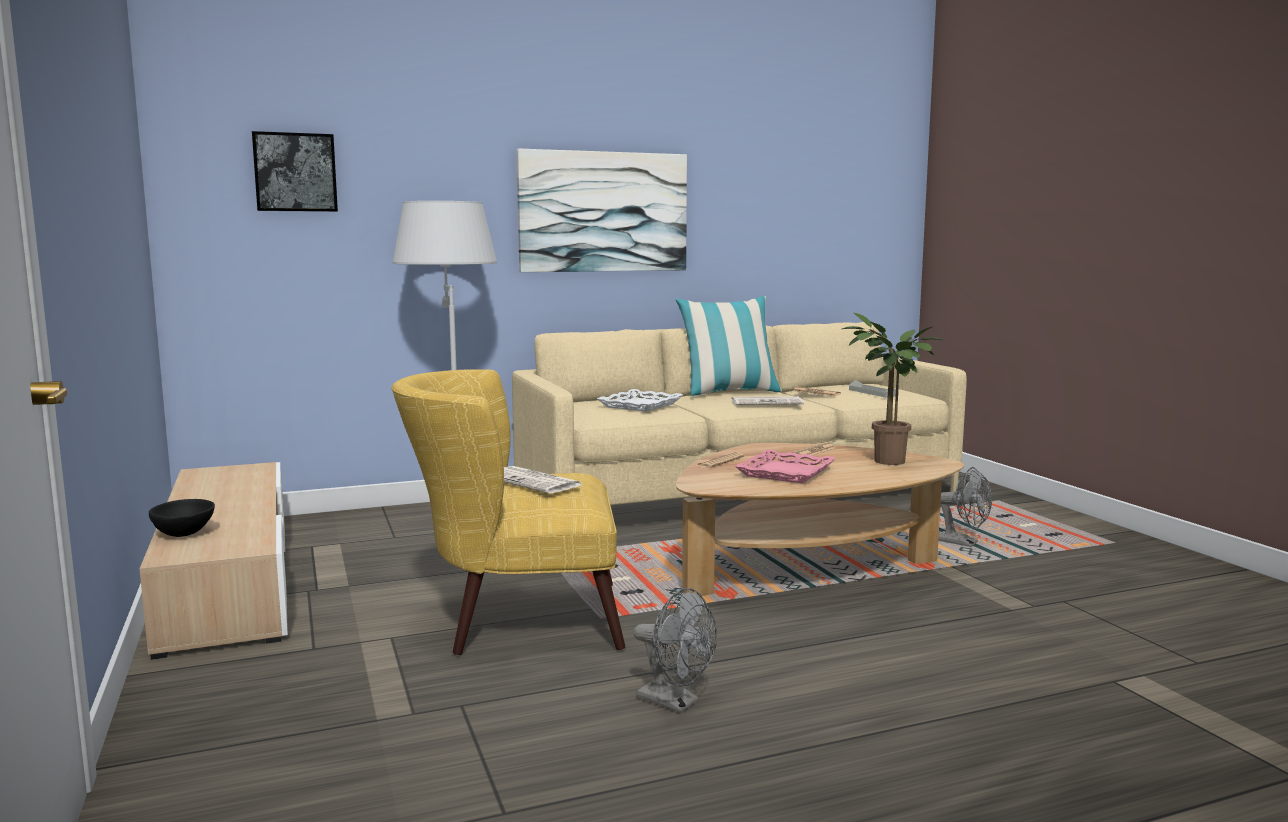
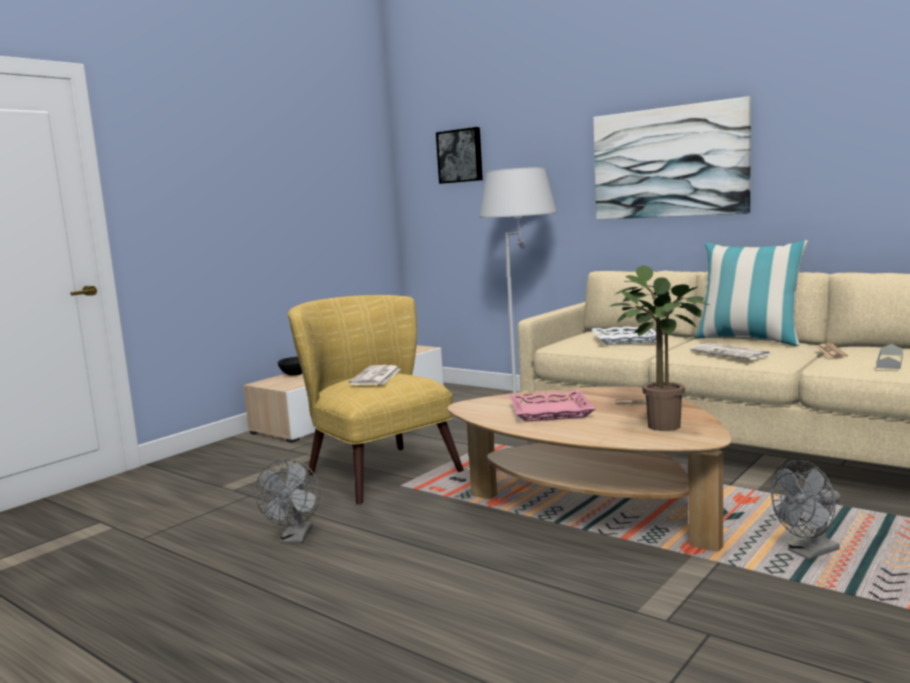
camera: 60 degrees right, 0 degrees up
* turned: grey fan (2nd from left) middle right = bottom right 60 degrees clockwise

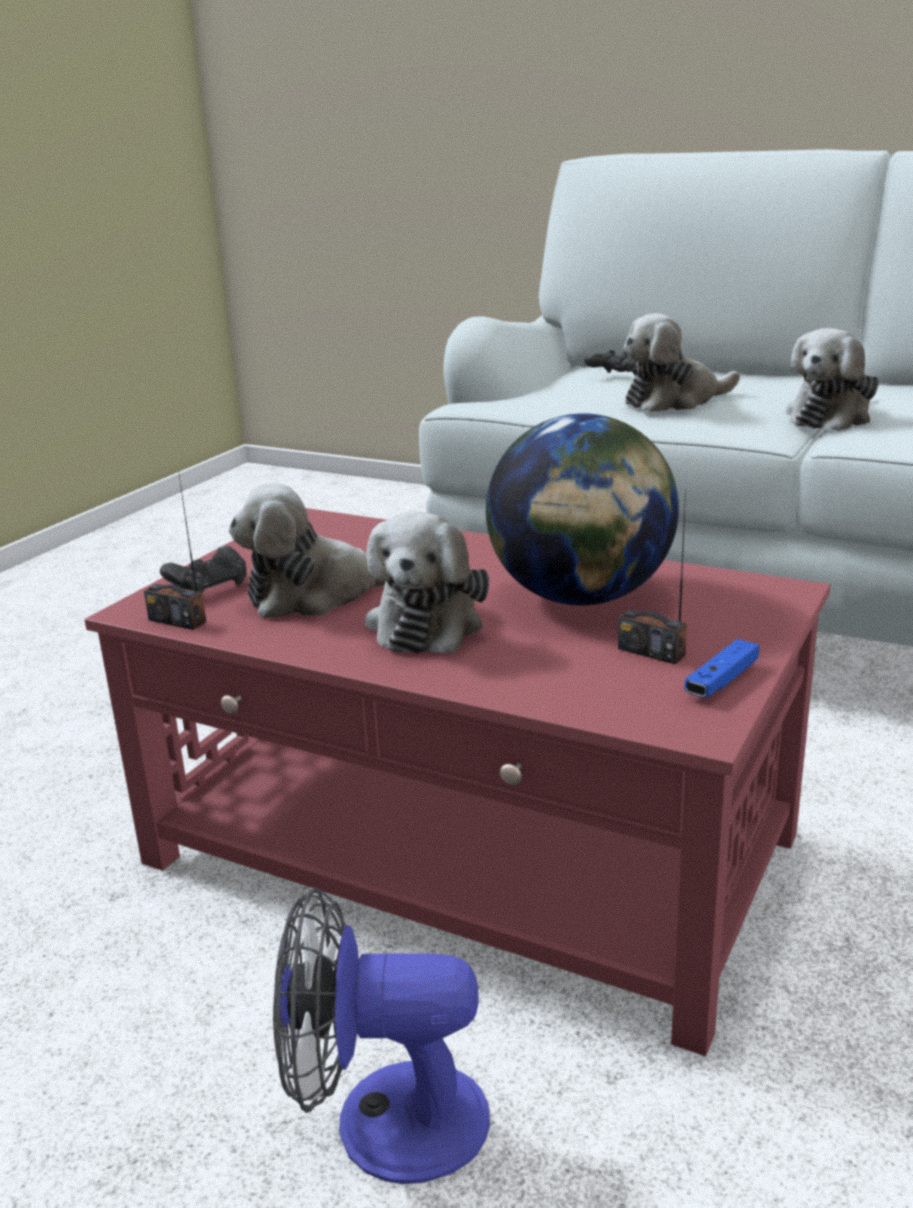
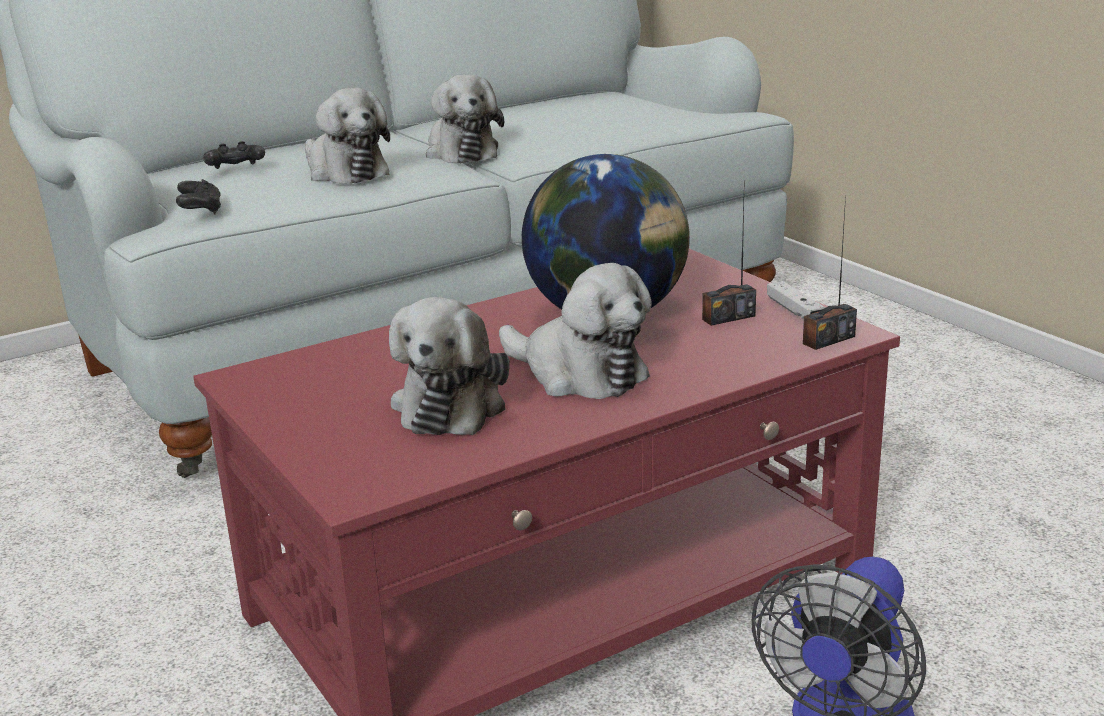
camera: 60 degrees left, 0 degrees up
* moved: black game controller (1st from left) middle left to top left
* turned: plush toy (3rd from left in the first image) top right = top left 45 degrees counterclockwise
* recoloured: blue game controller middle right to white game controller middle right
* moved: radio (1st from left in the first image) middle left to radio (2nd from left) middle right

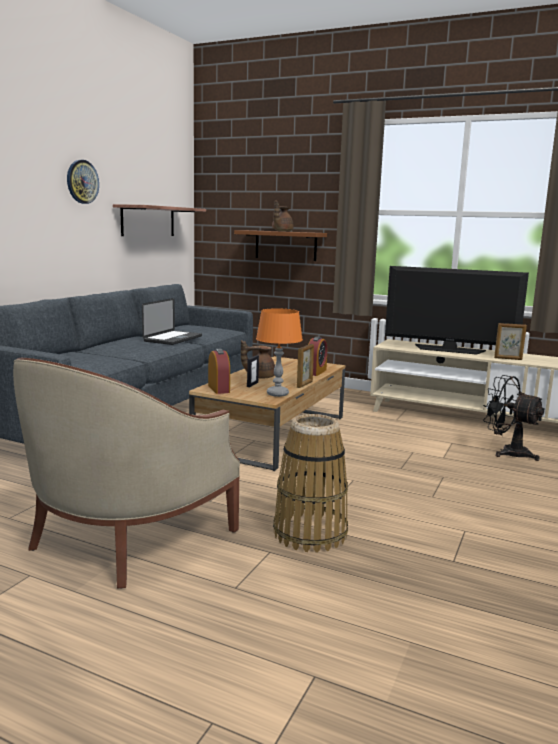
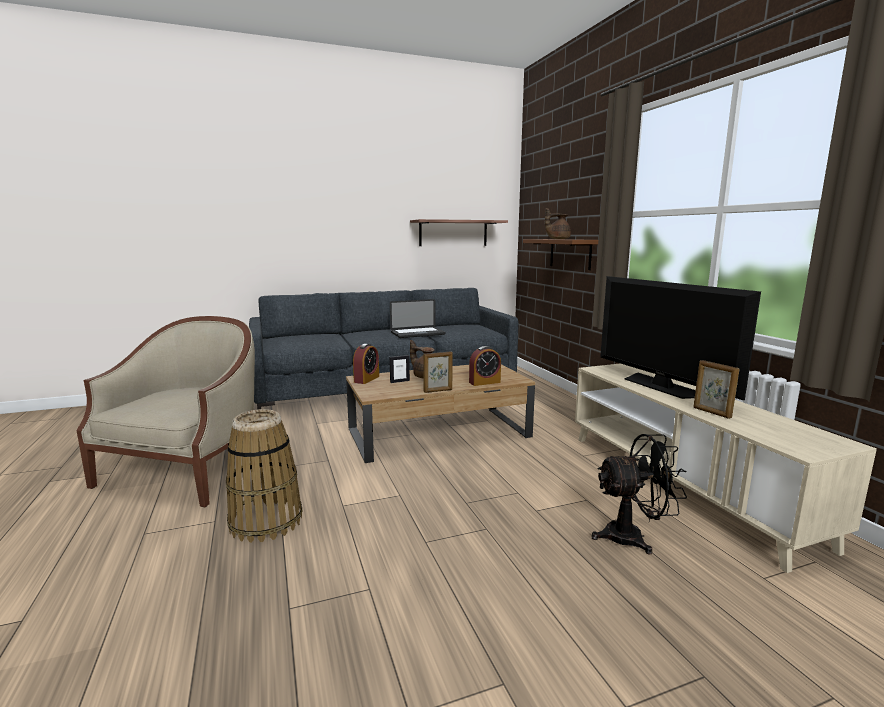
camera: 45 degrees right, 0 degrees up
* turned: beige armchair middle left = middle left 120 degrees clockwise
* turned: black fan middle right = bottom right 90 degrees clockwise
* removed: wall clock top left
* removed: orange table lamp centre

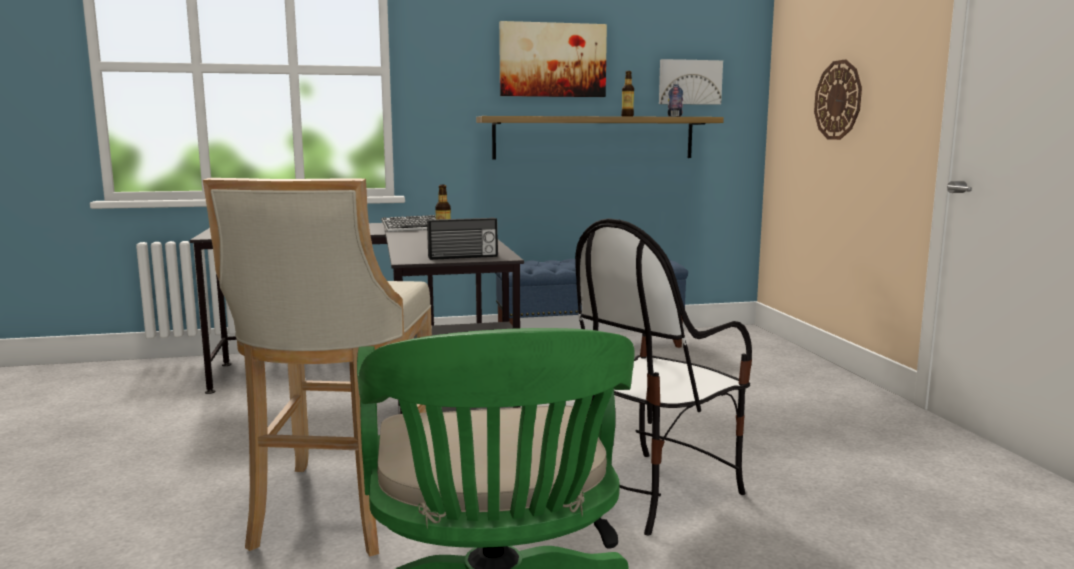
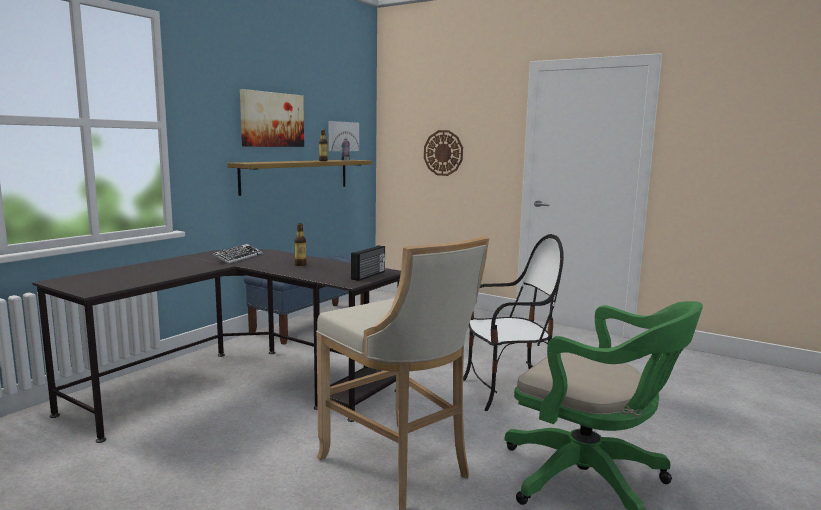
camera: 45 degrees left, 0 degrees up
* turned: chair centre = centre 105 degrees counterclockwise

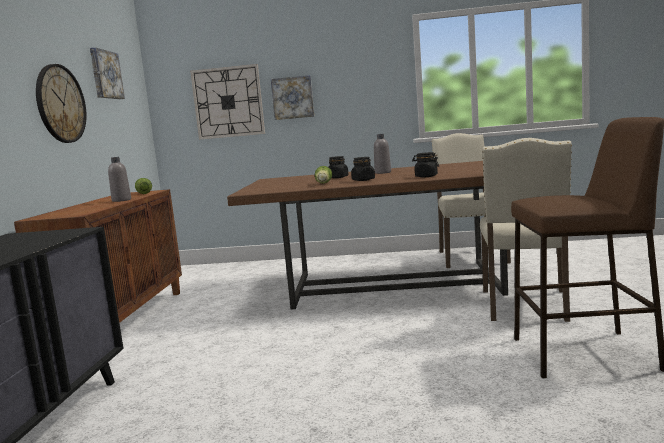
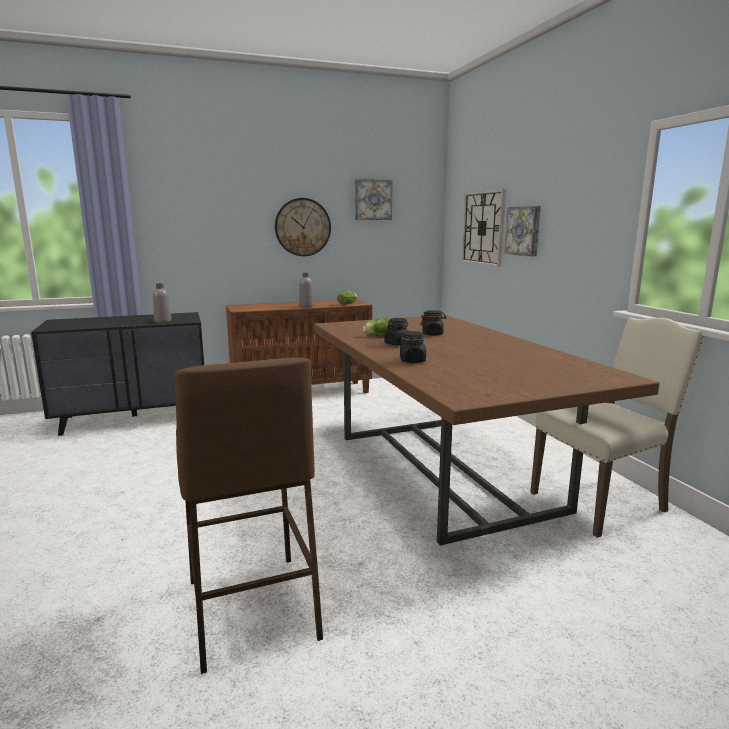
camera: 65 degrees right, 5 degrees up
* moved: grey bottle (2nd from left in the first image) centre to grey bottle (1st from left) middle left
* removed: beige chair (2nd from left) middle right

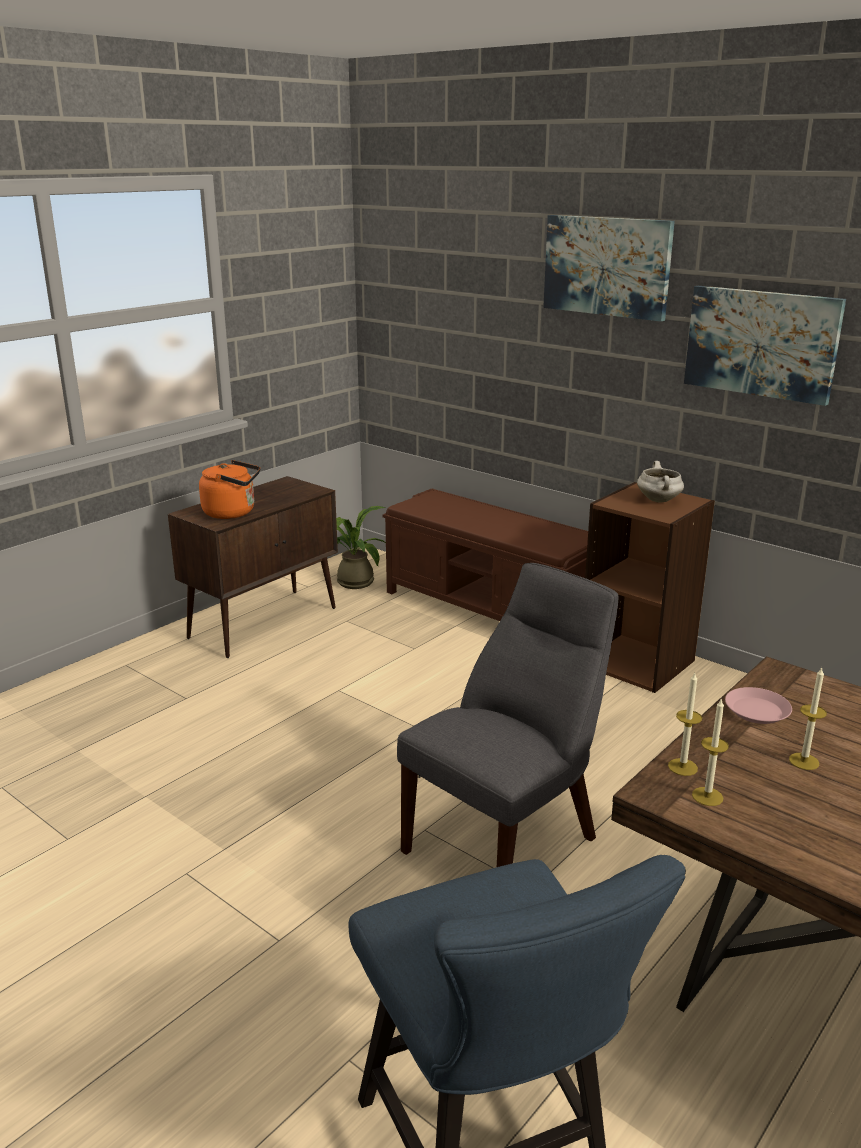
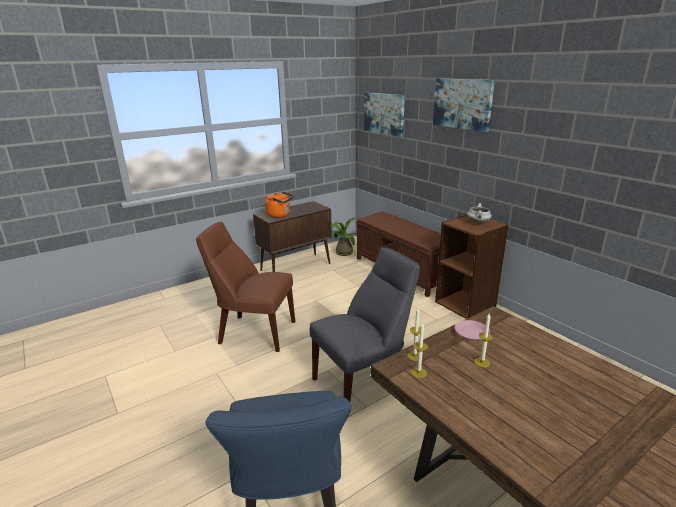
camera: 15 degrees right, 0 degrees up
* added: brown chair centre
* moved: picture (2nd from left in the first image) top right to picture (1st from left) top centre

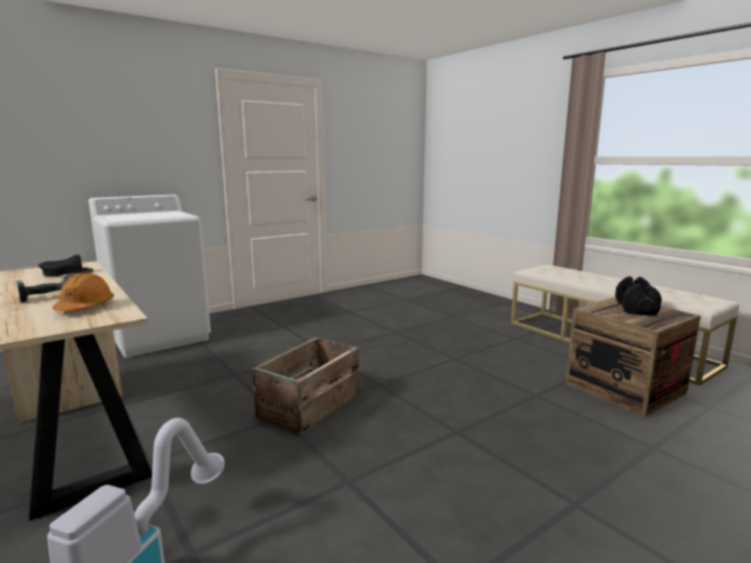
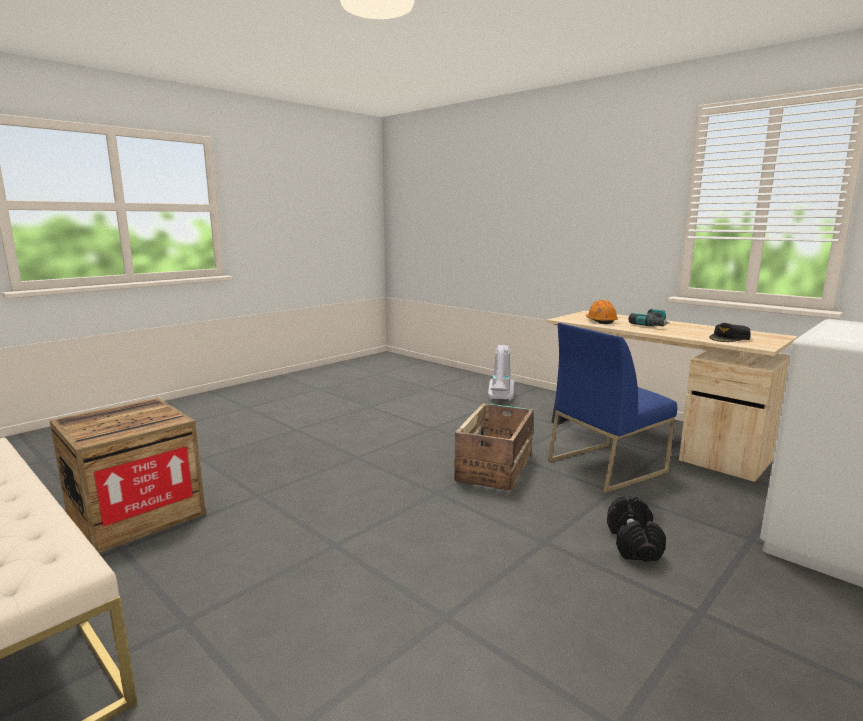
camera: 170 degrees right, 0 degrees up
* added: blue chair middle right
* moved: black dumbbell middle right to bottom right

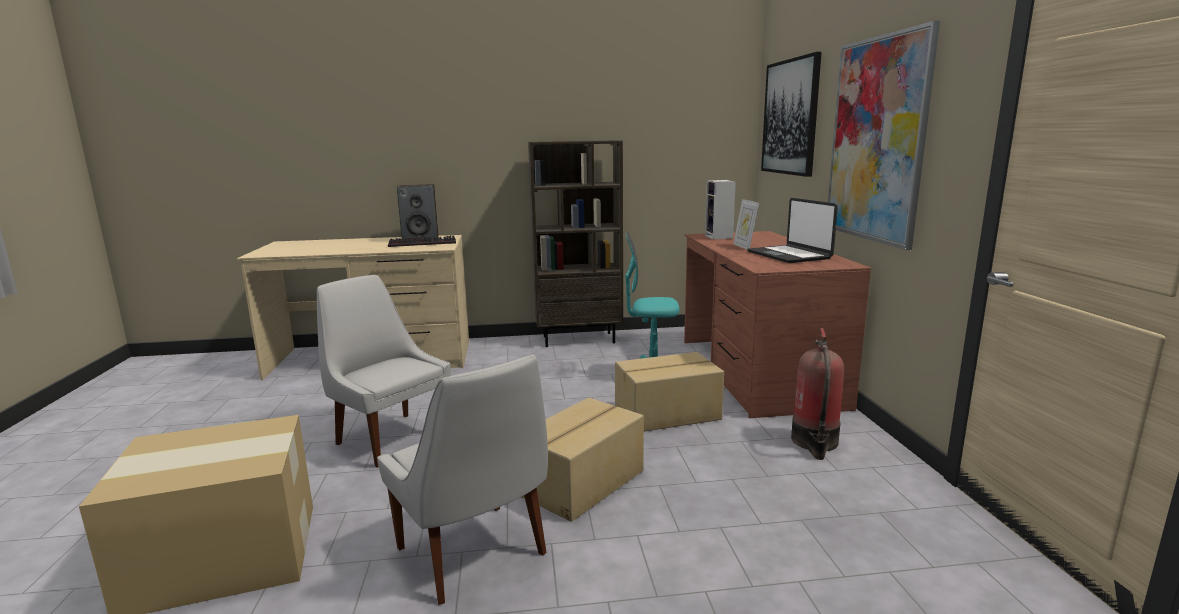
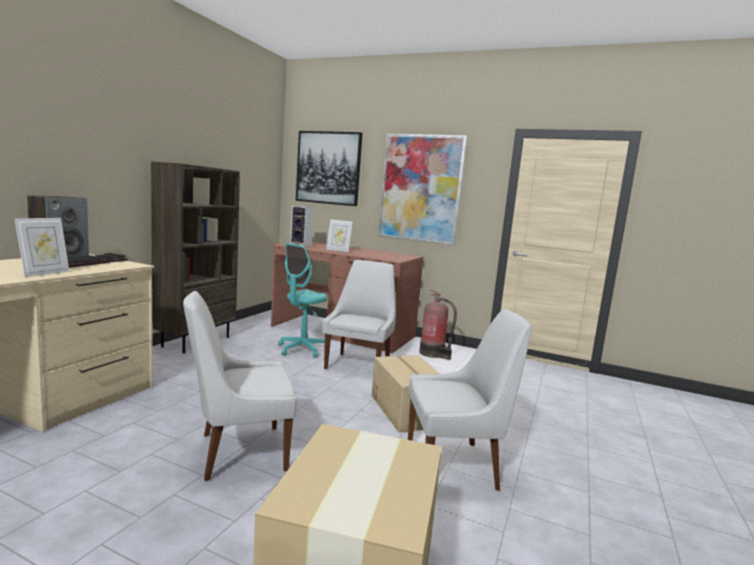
camera: 60 degrees left, 5 degrees down
* added: picture frame (1st from left) middle left
* replaced: cardboard box (3rd from left) centre to white chair (2nd from left) centre
* removed: laptop middle right

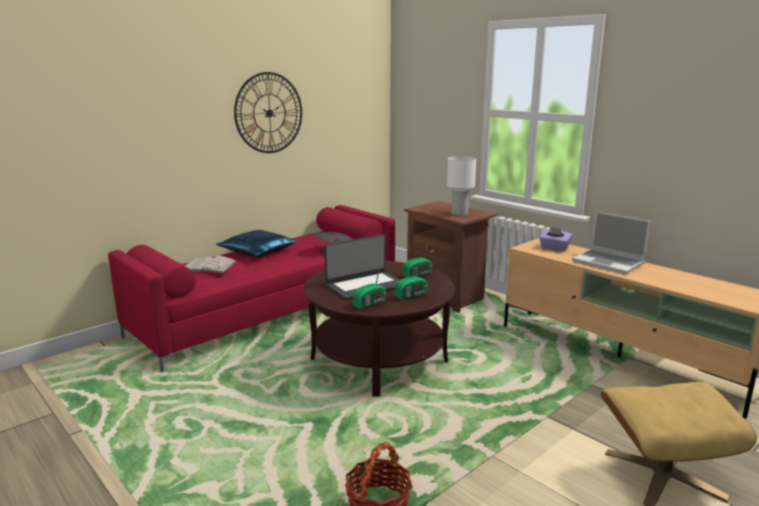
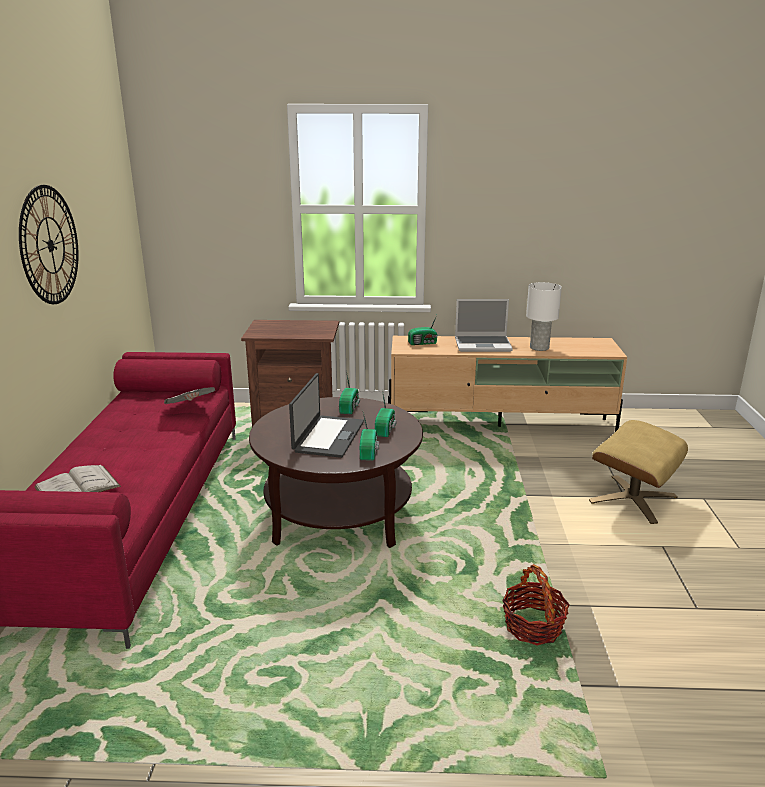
camera: 45 degrees left, 5 degrees up
* replaced: purple tissue box middle right to radio (4th from left) centre
* moved: white table lamp centre to middle right
* removed: blue pillow centre

